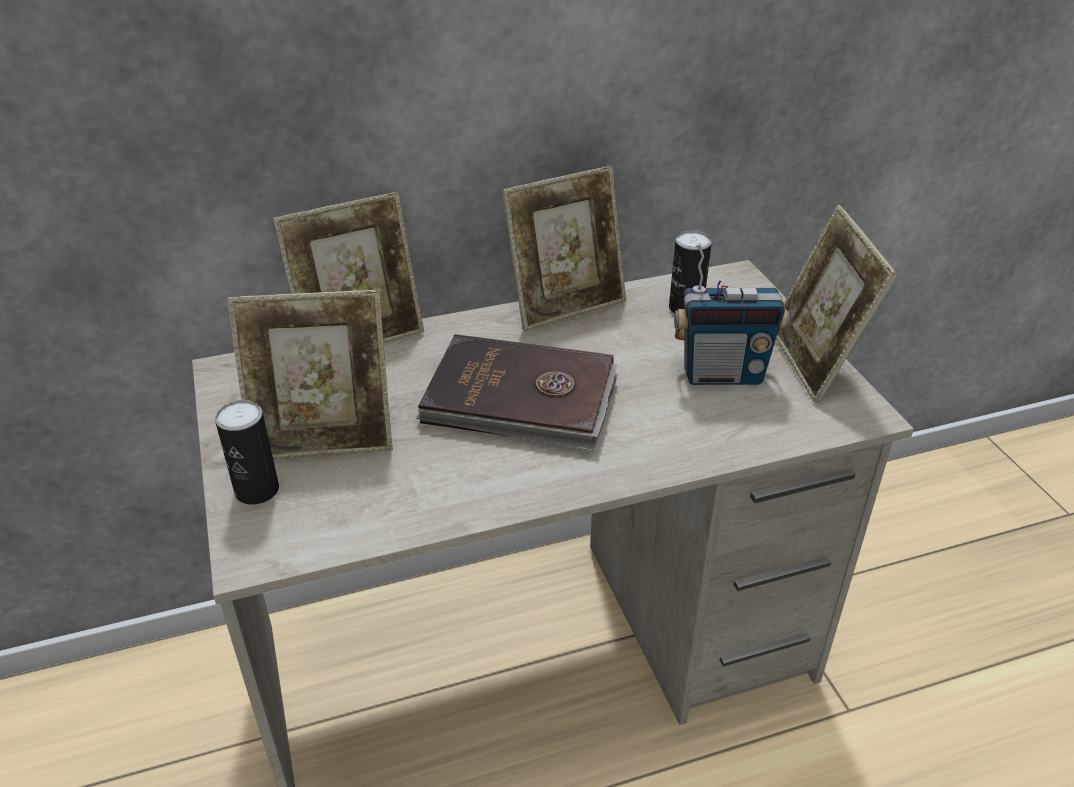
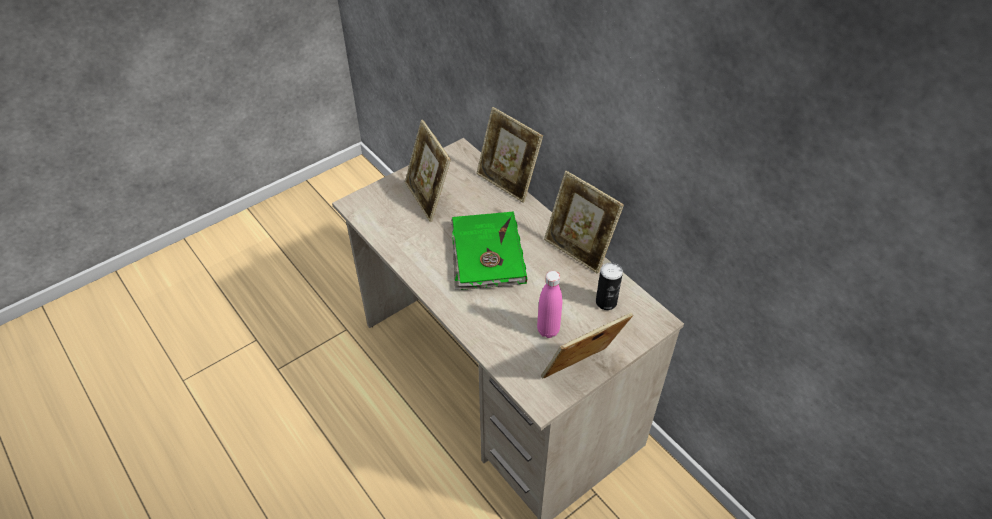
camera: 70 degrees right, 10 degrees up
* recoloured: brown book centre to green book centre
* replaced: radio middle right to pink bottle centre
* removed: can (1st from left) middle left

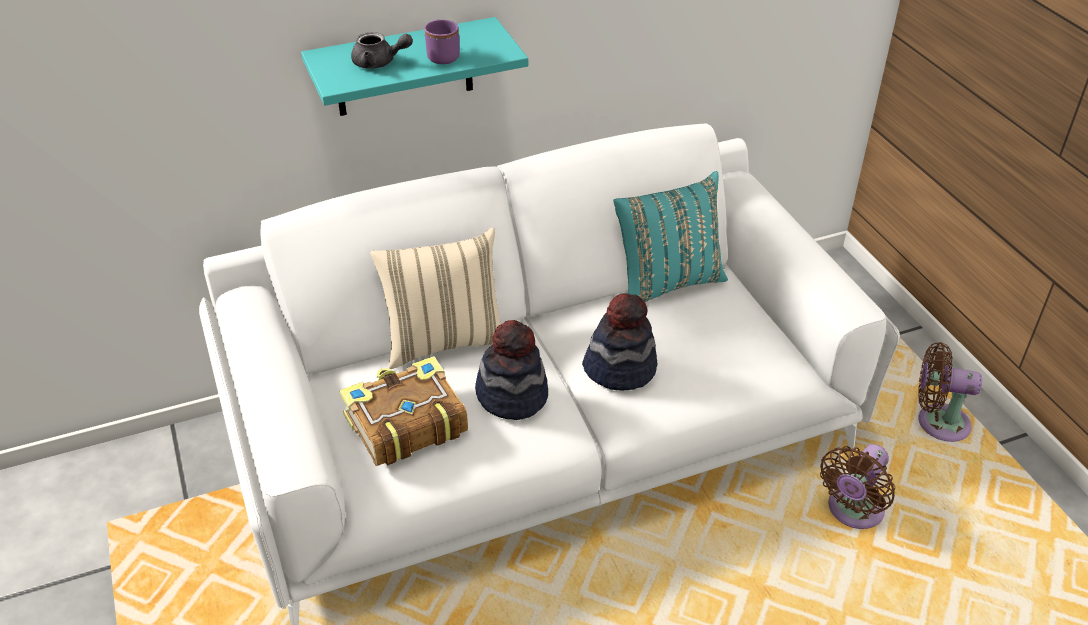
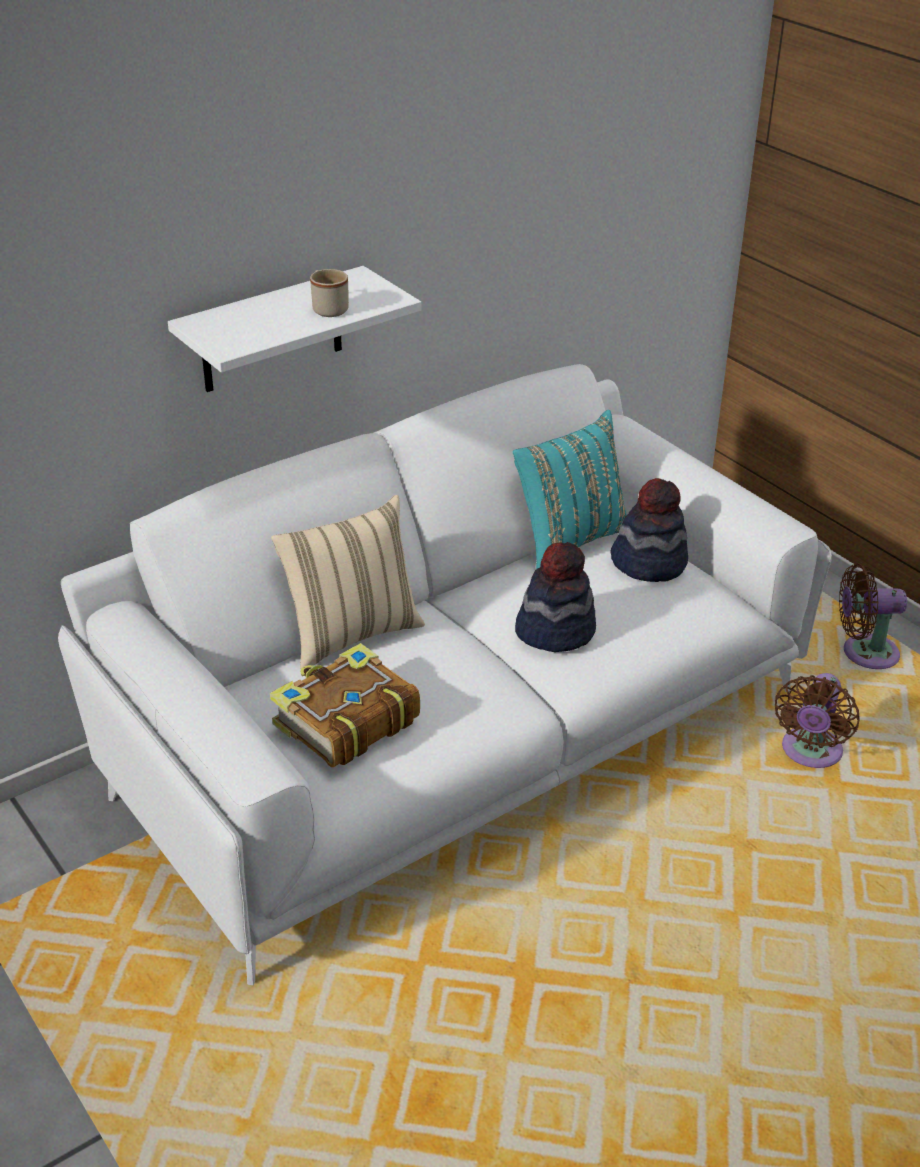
camera: 15 degrees left, 5 degrees down
* recoloured: turquoise shelf top centre to white shelf top left
* recoloured: purple mug top centre to beige mug top centre
* moved: hat (1st from left in the first image) centre to hat (2nd from left) middle right
* removed: grey teapot top centre

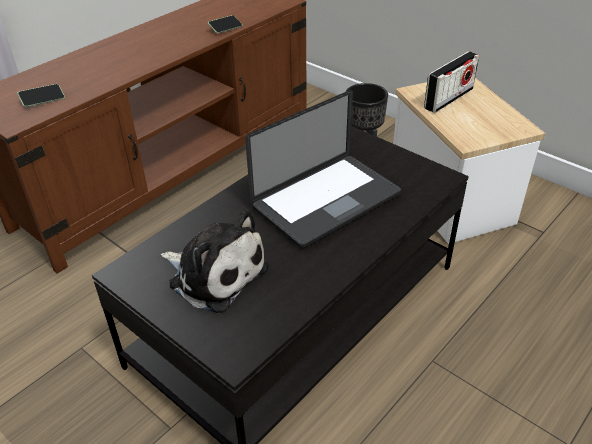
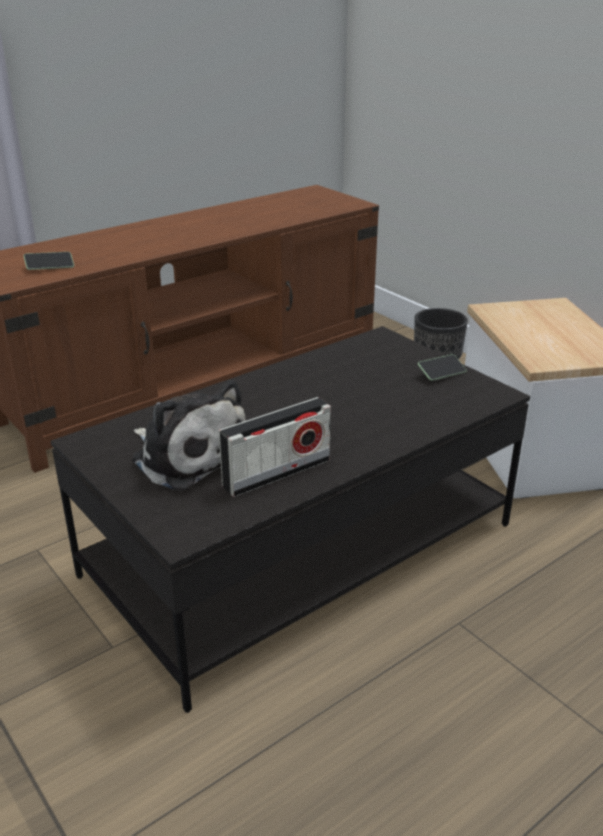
camera: 10 degrees right, 10 degrees down
* moved: radio top right to centre
* moved: phone (2nd from left) top centre to middle right
* removed: laptop centre

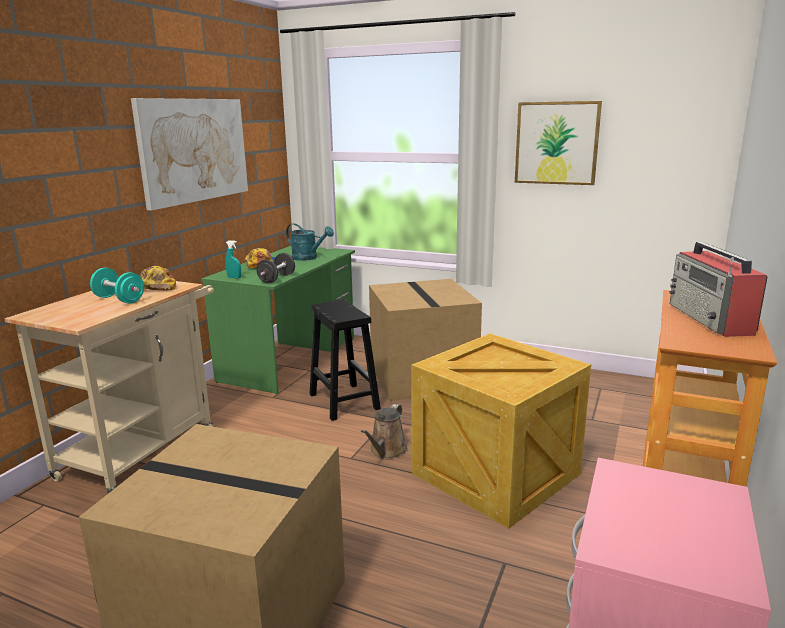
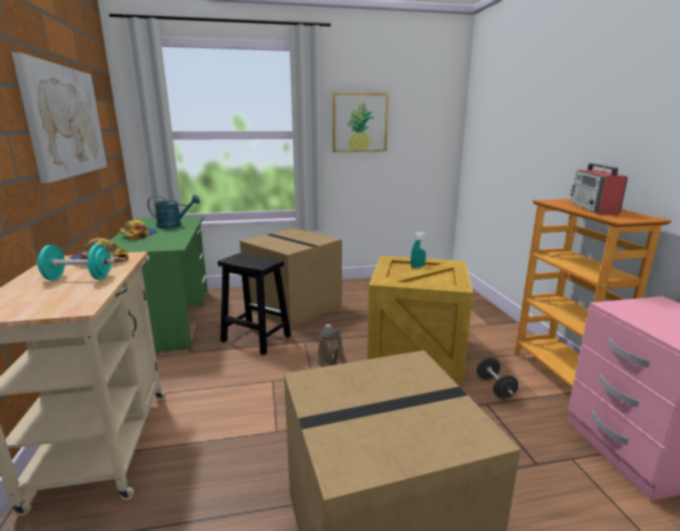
camera: 35 degrees left, 0 degrees up
* moved: turquoise spray bottle middle left to centre
* moved: black dumbbell centre to bottom right
* turned: radio middle right = middle right 45 degrees clockwise

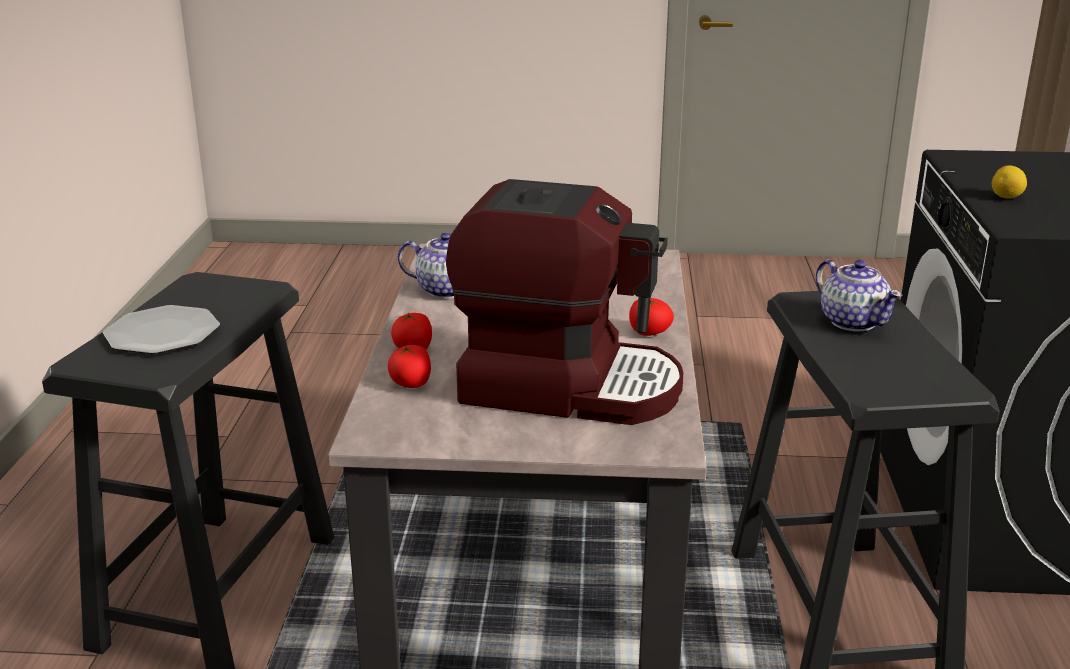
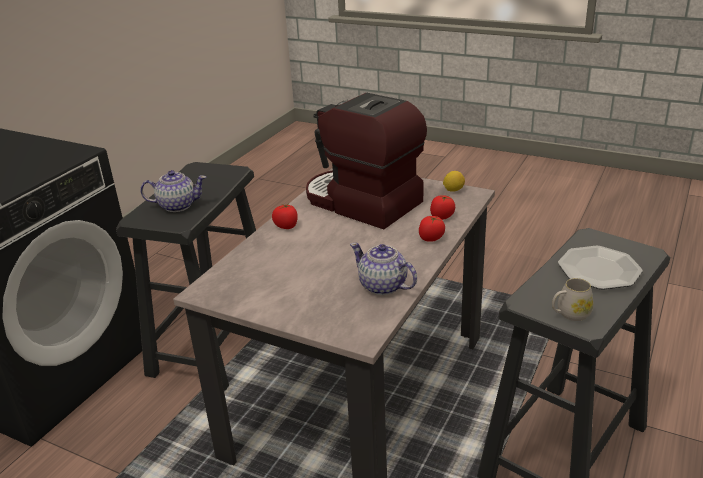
camera: 155 degrees left, 5 degrees up
* turned: teapot (2nd from left in the first image) middle right = middle left 90 degrees clockwise
* moved: lemon top right to centre
* added: white mug middle right

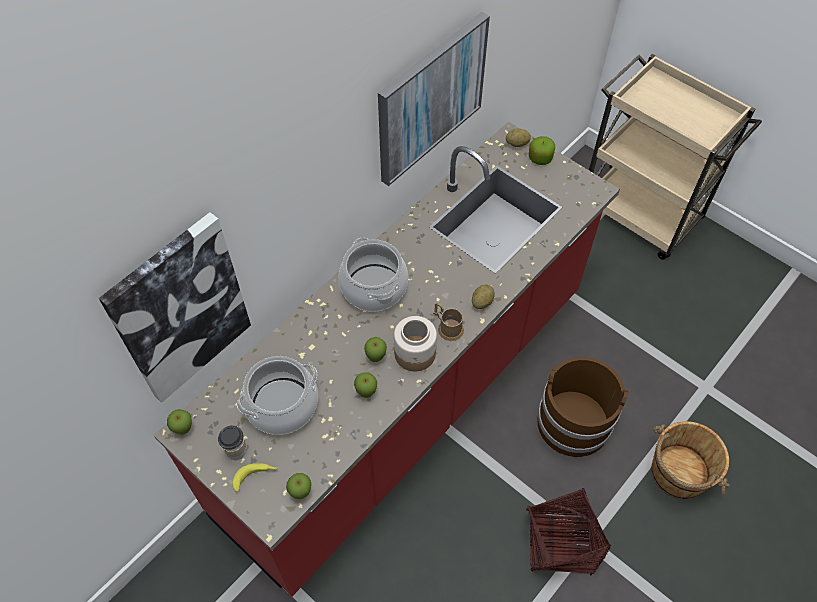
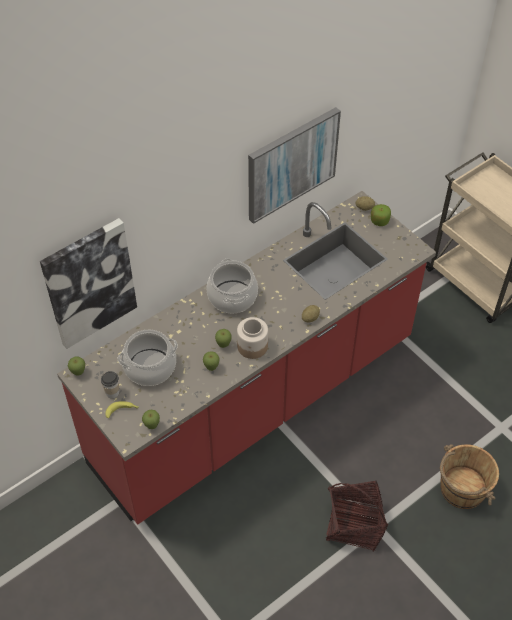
camera: 10 degrees right, 5 degrees down
* removed: brown mug centre
* removed: brown bucket (1st from left) bottom right

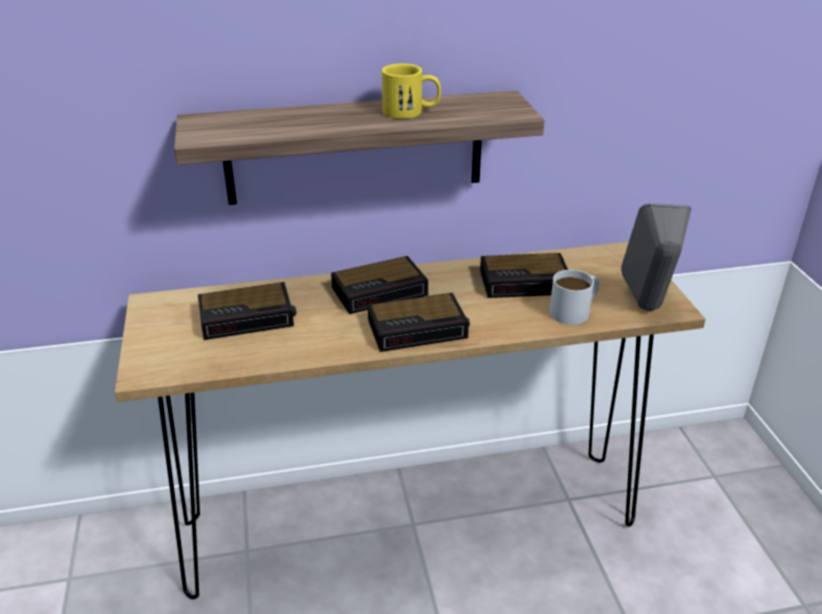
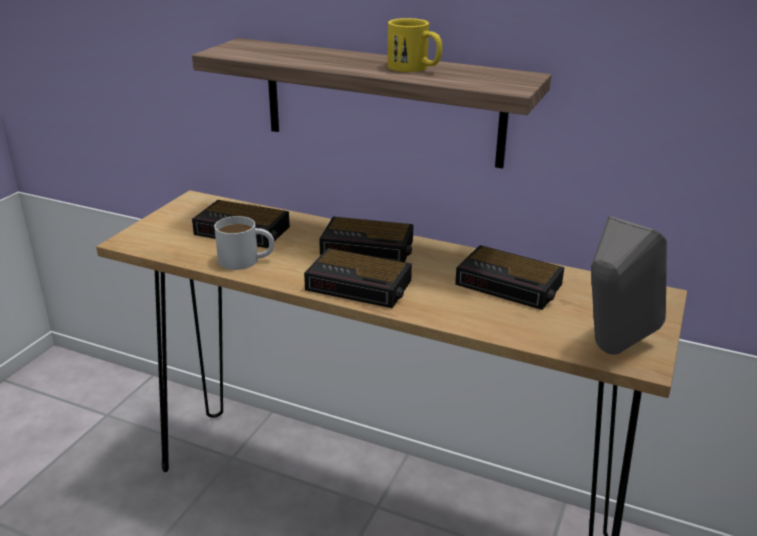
camera: 35 degrees right, 5 degrees down
* moved: white mug middle right to middle left

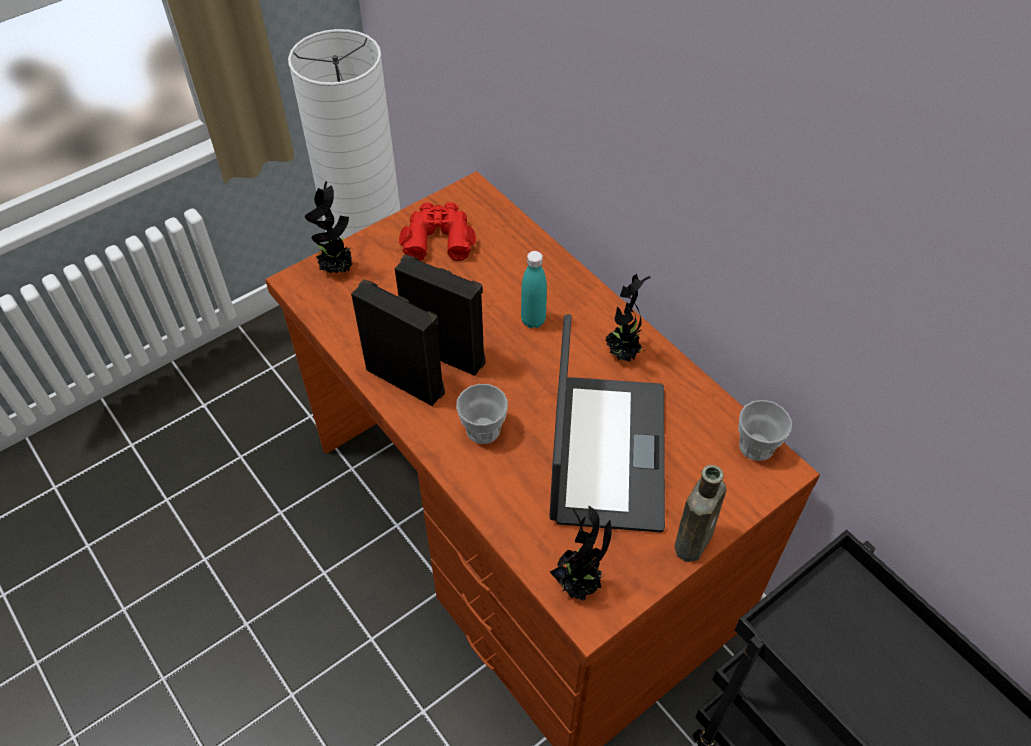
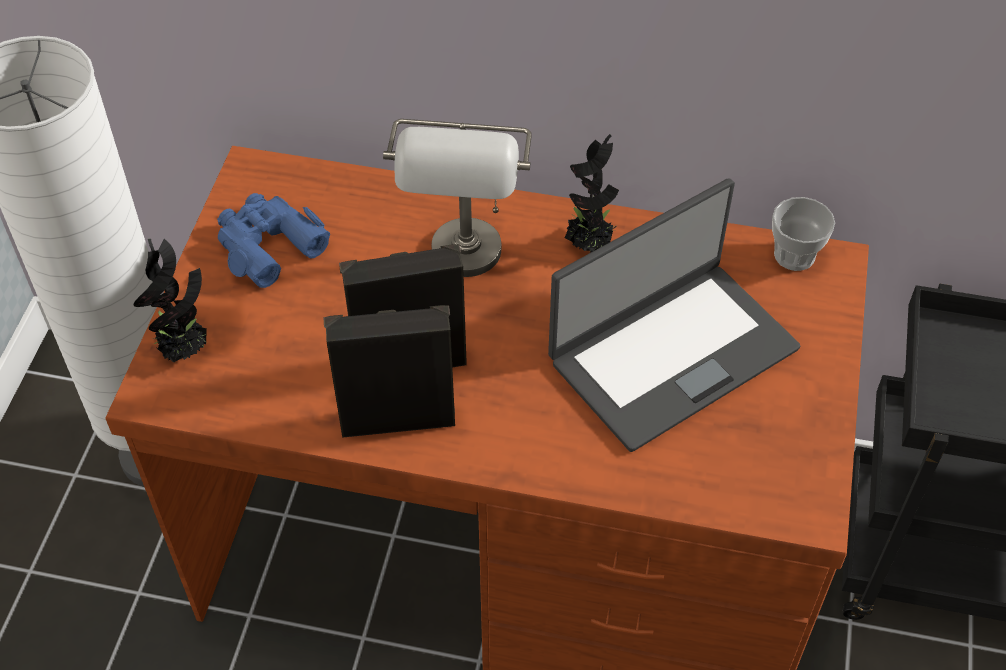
camera: 40 degrees left, 0 degrees up
* recoloured: red binoculars top centre to blue binoculars middle left
* replaced: turquoise bottle centre to grey table lamp top centre
* turned: laptop centre = middle right 90 degrees clockwise
* removed: cup (1st from left) centre
* removed: potted plant (2nd from left) bottom centre
* removed: brown bottle bottom right

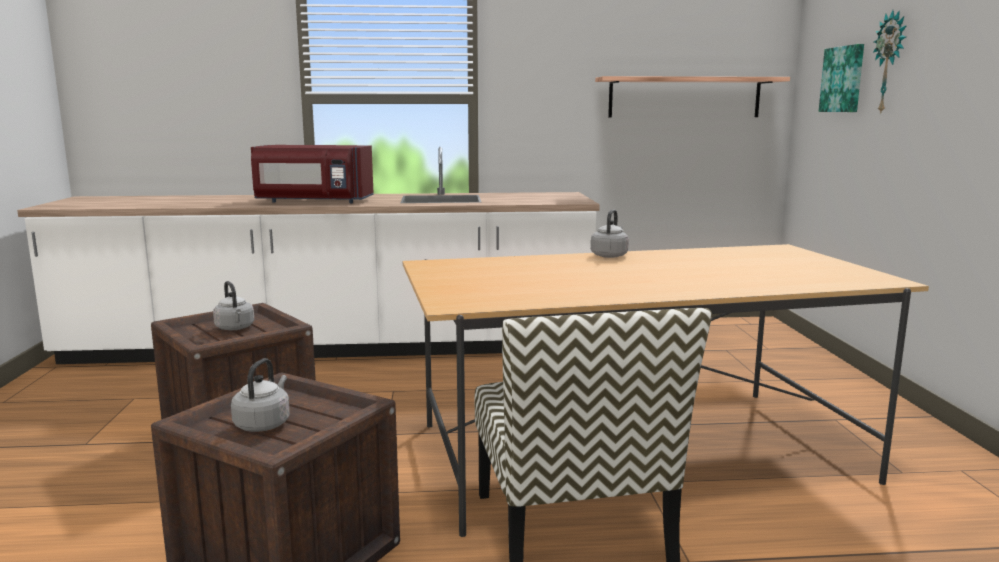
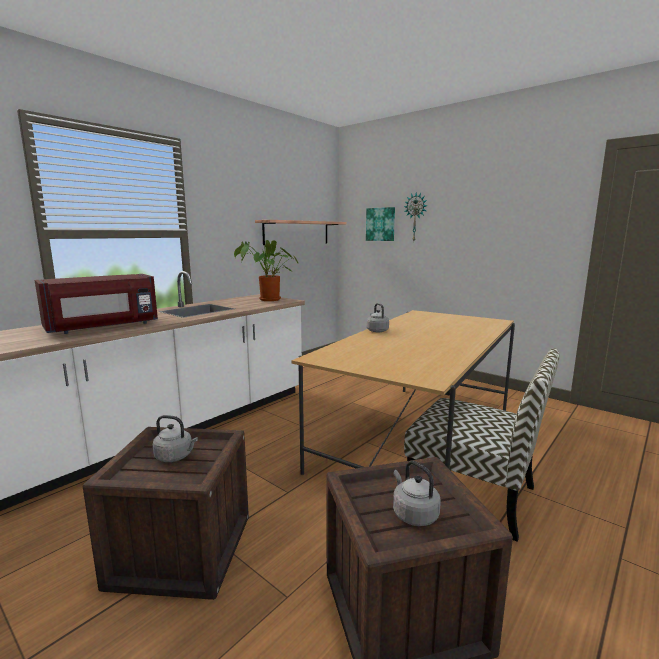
camera: 45 degrees left, 0 degrees up
* added: potted plant centre

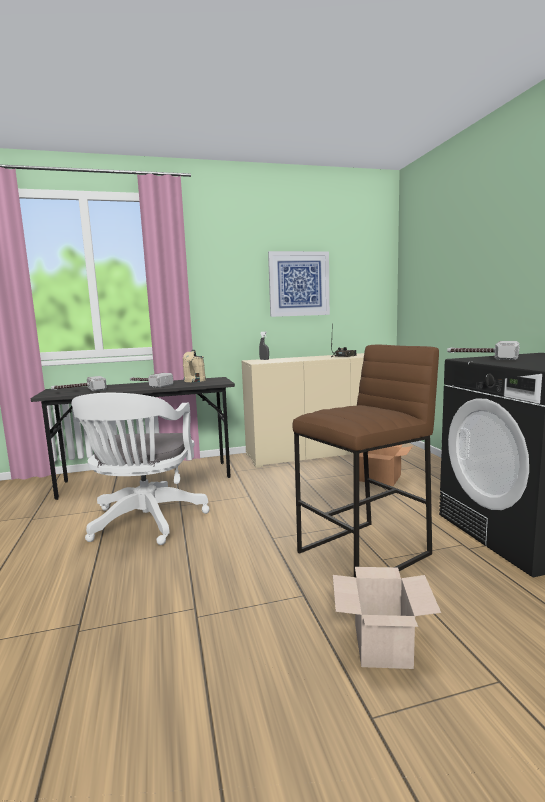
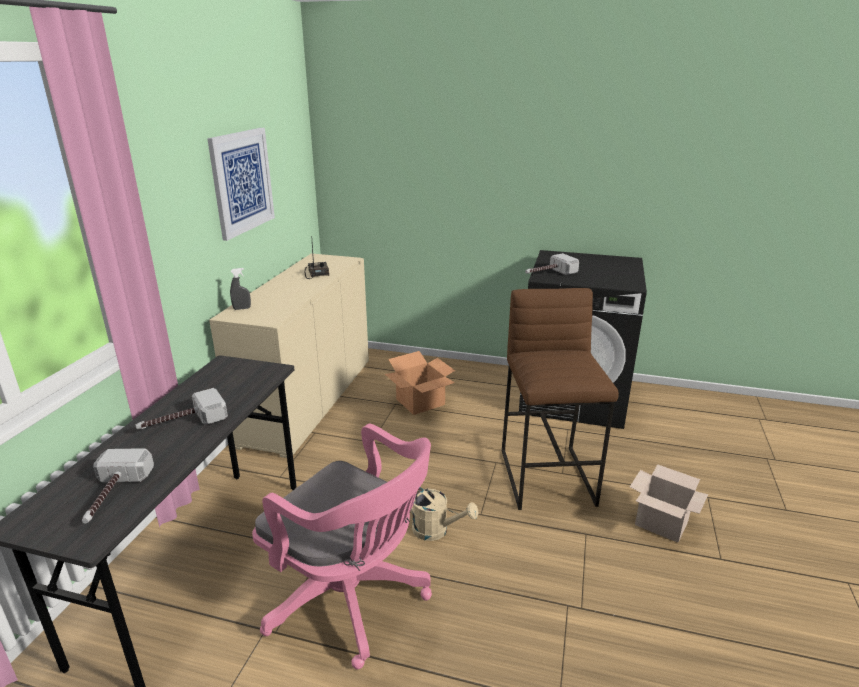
camera: 60 degrees left, 15 degrees up
* recoloured: white office chair middle left to pink office chair bottom centre
* moved: beige watering can centre to bottom centre

